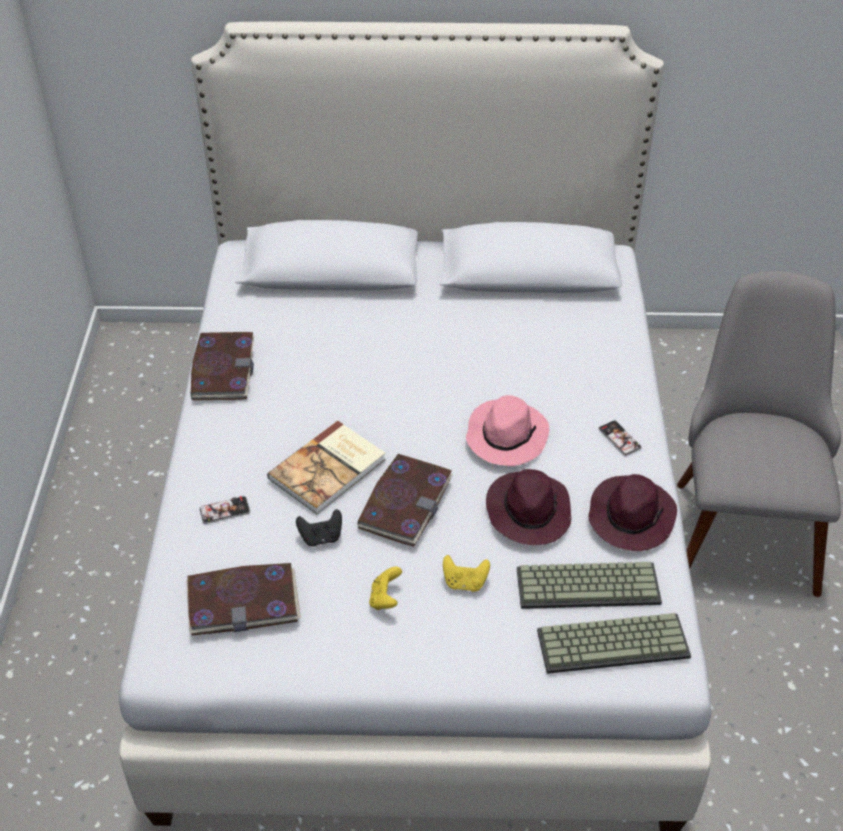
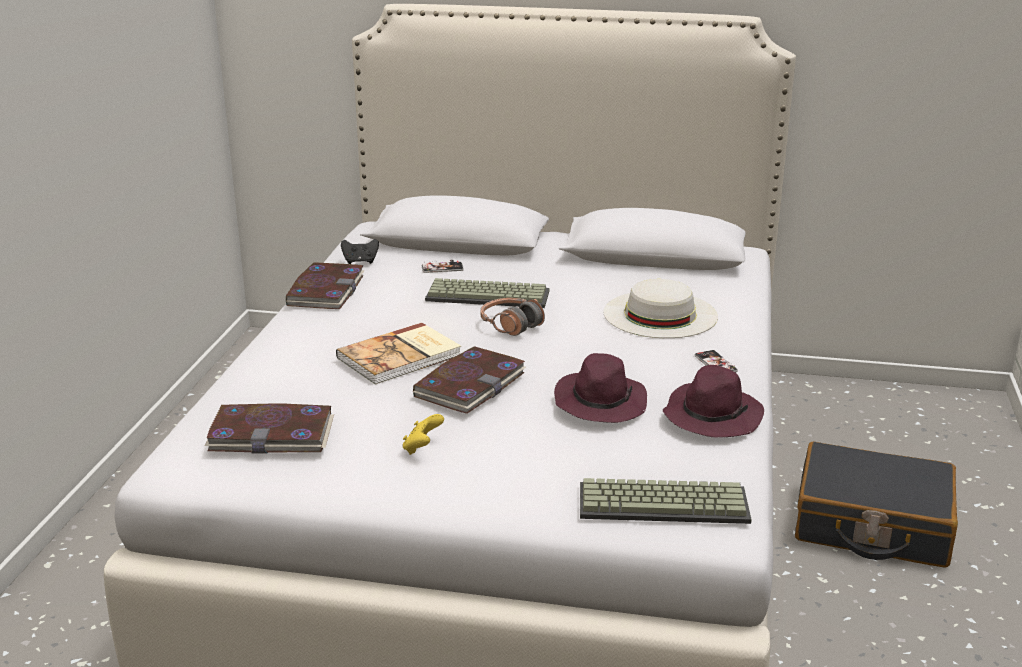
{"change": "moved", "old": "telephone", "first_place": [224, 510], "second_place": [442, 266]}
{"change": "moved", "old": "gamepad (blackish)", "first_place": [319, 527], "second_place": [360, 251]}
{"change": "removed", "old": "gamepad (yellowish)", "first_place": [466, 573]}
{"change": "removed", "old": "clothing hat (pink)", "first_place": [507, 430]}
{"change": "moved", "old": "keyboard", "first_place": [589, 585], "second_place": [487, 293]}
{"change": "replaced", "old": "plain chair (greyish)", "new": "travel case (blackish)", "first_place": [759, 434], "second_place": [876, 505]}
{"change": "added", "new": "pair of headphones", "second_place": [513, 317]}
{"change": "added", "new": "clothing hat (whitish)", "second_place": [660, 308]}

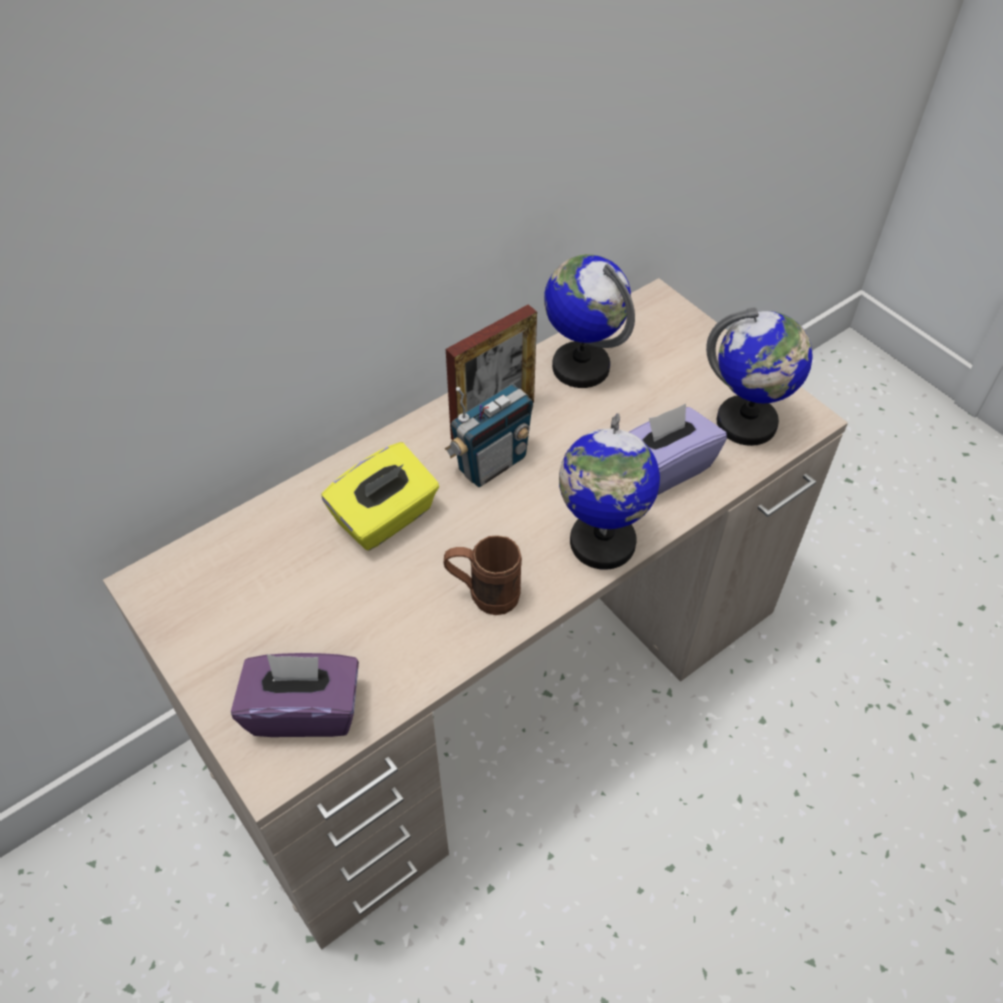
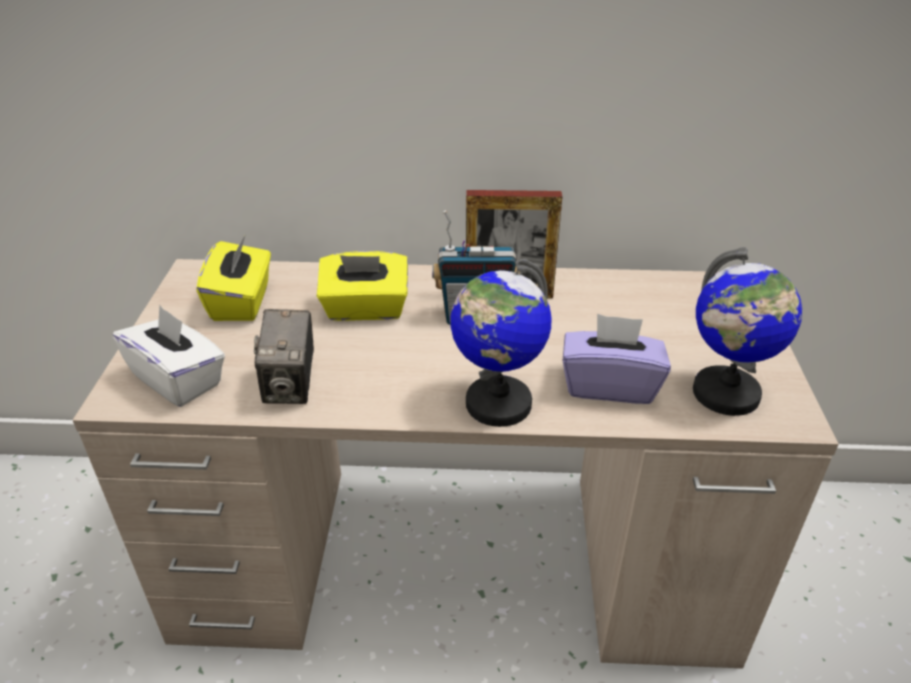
{"change": "recoloured", "old": "tissue holder (purplish)", "new": "tissue holder (whitish)", "first_place": [295, 695], "second_place": [169, 356]}
{"change": "removed", "old": "coffee mug (brownish)", "first_place": [483, 575]}
{"change": "removed", "old": "world globe", "first_place": [589, 321]}
{"change": "added", "new": "tissue holder (yellowish)", "second_place": [233, 278]}
{"change": "added", "new": "photo camera", "second_place": [284, 356]}

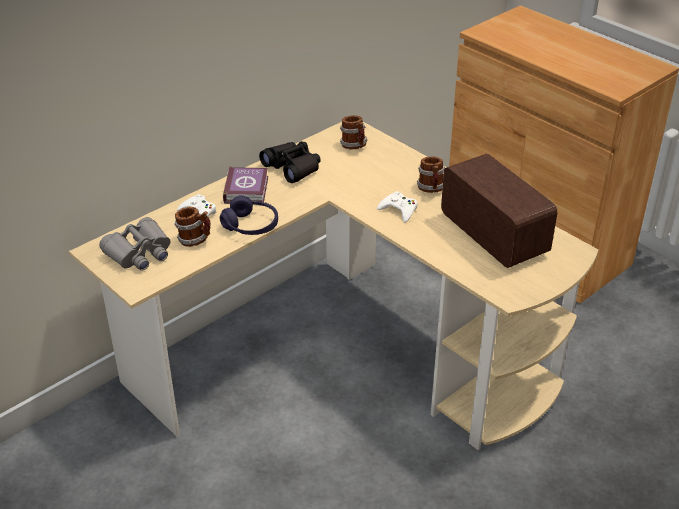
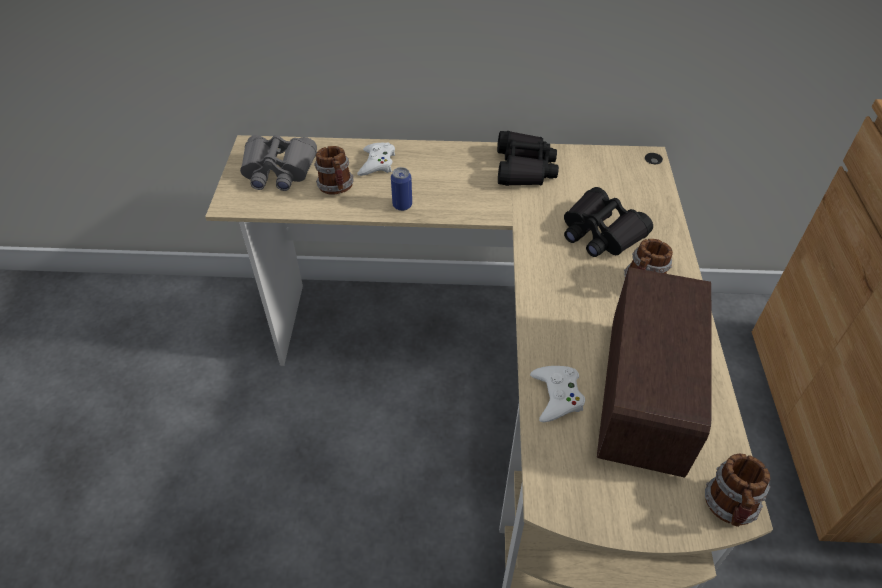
{"change": "replaced", "old": "pair of headphones (purplish)", "new": "can", "first_place": [249, 215], "second_place": [401, 189]}
{"change": "removed", "old": "bound book", "first_place": [245, 185]}
{"change": "moved", "old": "coffee mug", "first_place": [353, 132], "second_place": [737, 490]}
{"change": "moved", "old": "gamepad (whitish)", "first_place": [397, 207], "second_place": [557, 394]}
{"change": "added", "new": "binoculars (blackish)", "second_place": [608, 222]}

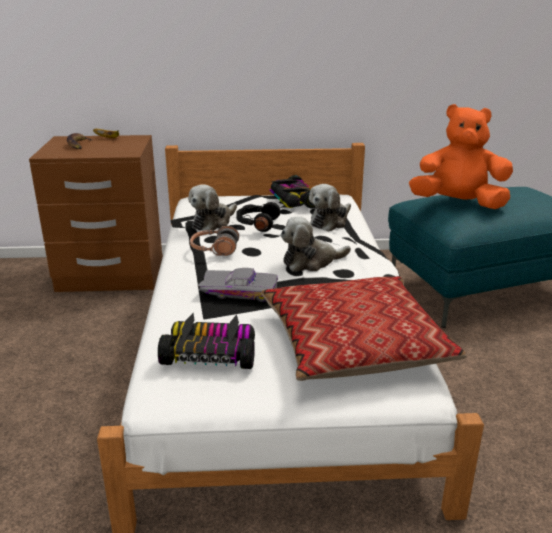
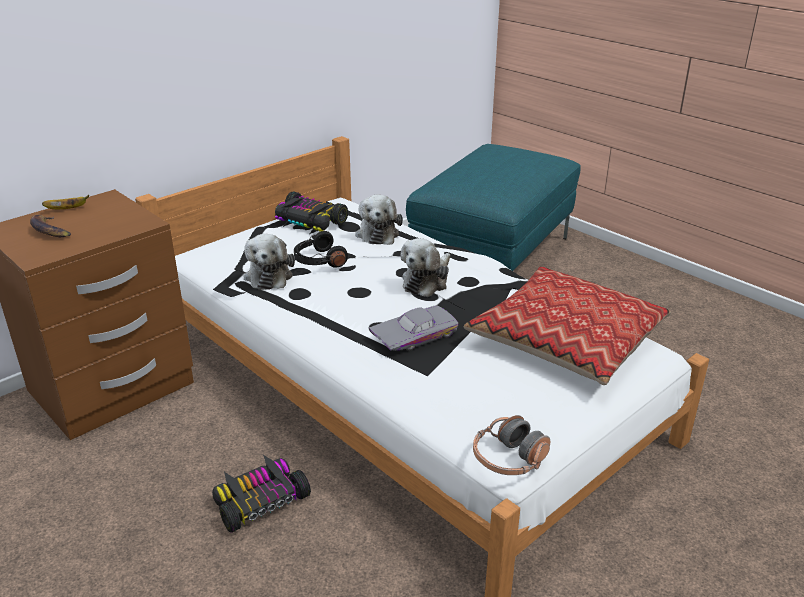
{"change": "moved", "old": "model car", "first_place": [206, 341], "second_place": [261, 494]}
{"change": "moved", "old": "pair of headphones", "first_place": [214, 241], "second_place": [511, 445]}
{"change": "removed", "old": "soft toy (orange-coloured)", "first_place": [461, 156]}

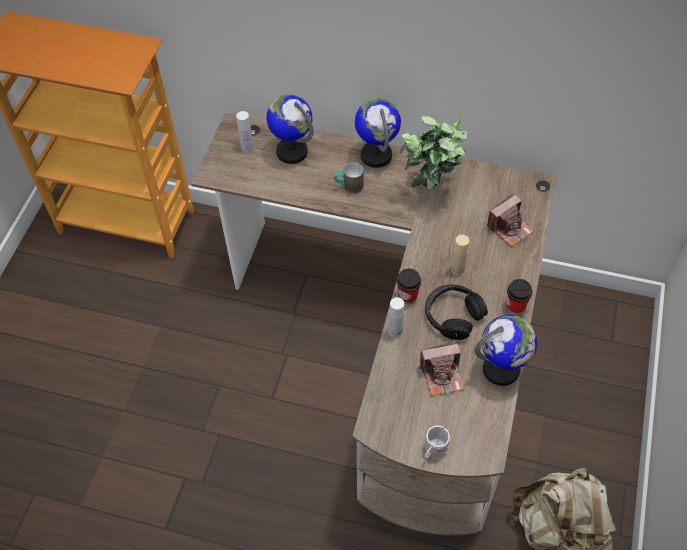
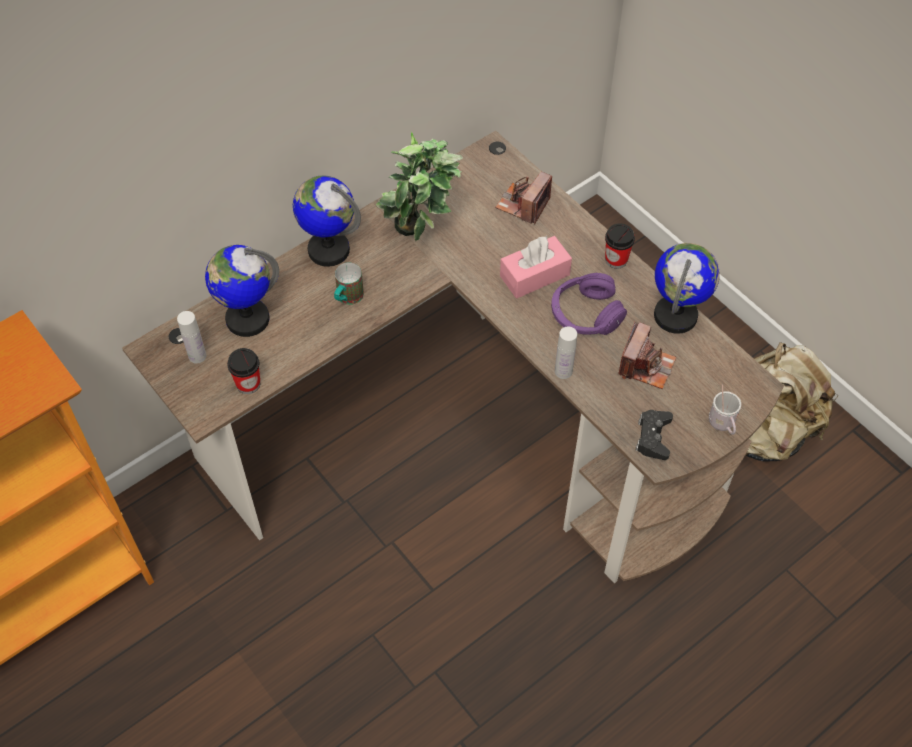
{"change": "moved", "old": "cup", "first_place": [409, 286], "second_place": [243, 371]}
{"change": "recoloured", "old": "pair of headphones (blackish)", "new": "pair of headphones (purplish)", "first_place": [456, 312], "second_place": [589, 304]}
{"change": "replaced", "old": "bottle (sand-coloured)", "new": "tissue holder (pink)", "first_place": [460, 255], "second_place": [536, 267]}
{"change": "turned", "old": "photo camera", "first_place": [510, 220], "second_place": [523, 198], "degrees": -150}
{"change": "added", "new": "gamepad (blackish)", "second_place": [654, 435]}

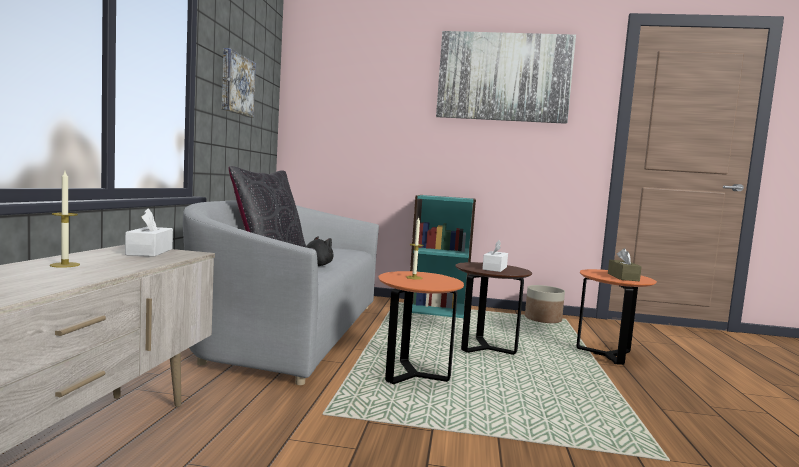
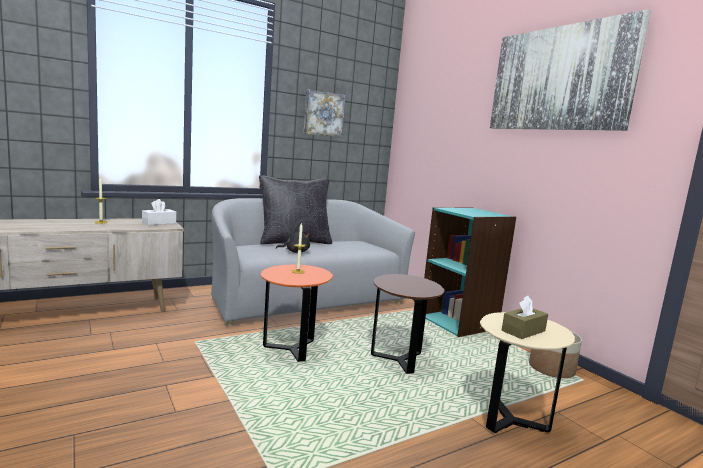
{"change": "removed", "old": "tissue holder (whitish)", "first_place": [495, 256]}
{"change": "recoloured", "old": "accent table (orange-coloured)", "new": "accent table (sand-coloured)", "first_place": [616, 317], "second_place": [527, 372]}

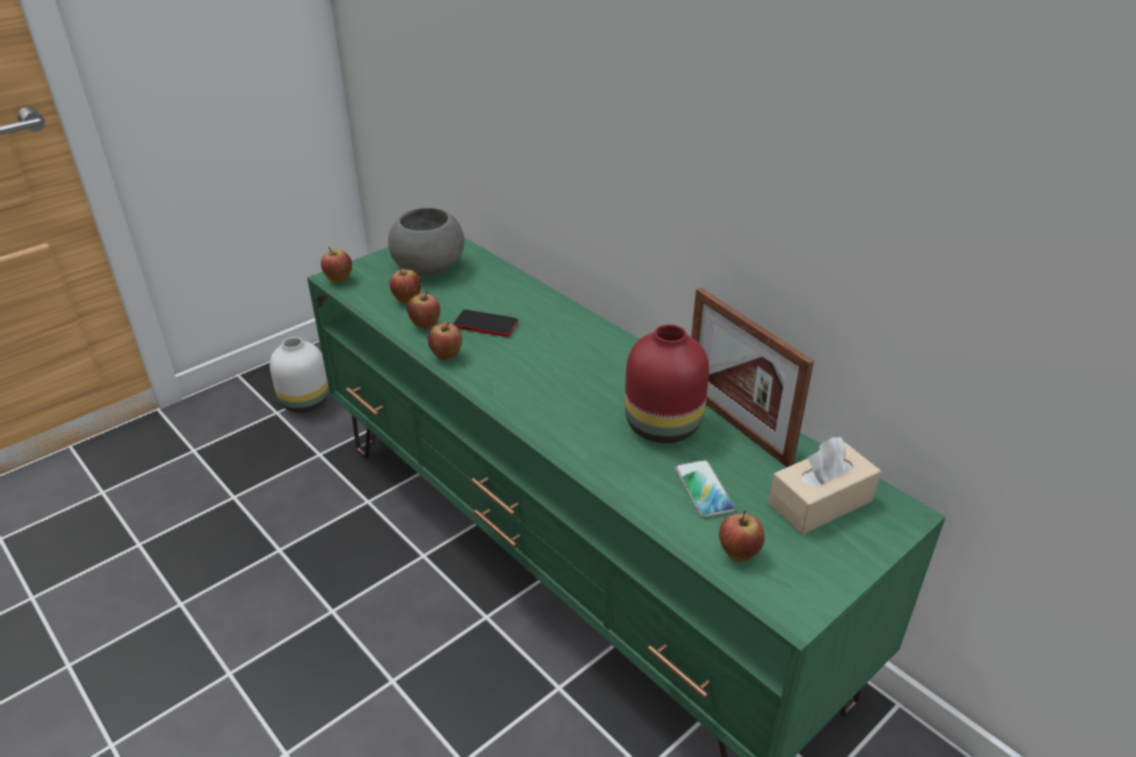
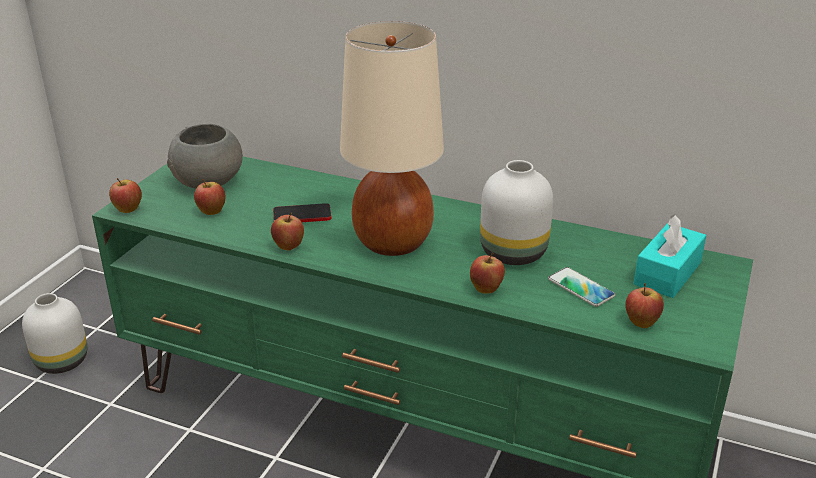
{"change": "moved", "old": "apple", "first_place": [423, 310], "second_place": [487, 273]}
{"change": "recoloured", "old": "vase (red)", "new": "vase (whitish)", "first_place": [667, 383], "second_place": [516, 212]}
{"change": "removed", "old": "picture frame", "first_place": [752, 377]}
{"change": "recoloured", "old": "tissue holder (sand-coloured)", "new": "tissue holder (turquoise-coloured)", "first_place": [824, 486], "second_place": [669, 256]}
{"change": "added", "new": "tabletop lamp (sand-coloured)", "second_place": [392, 138]}

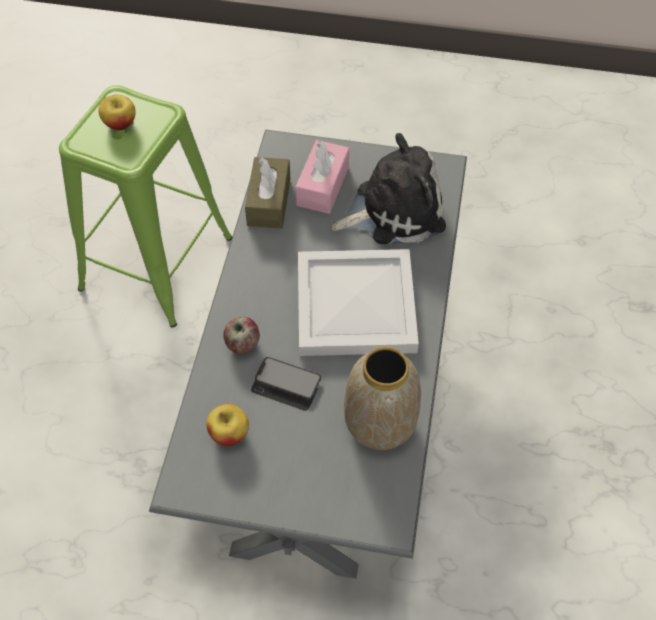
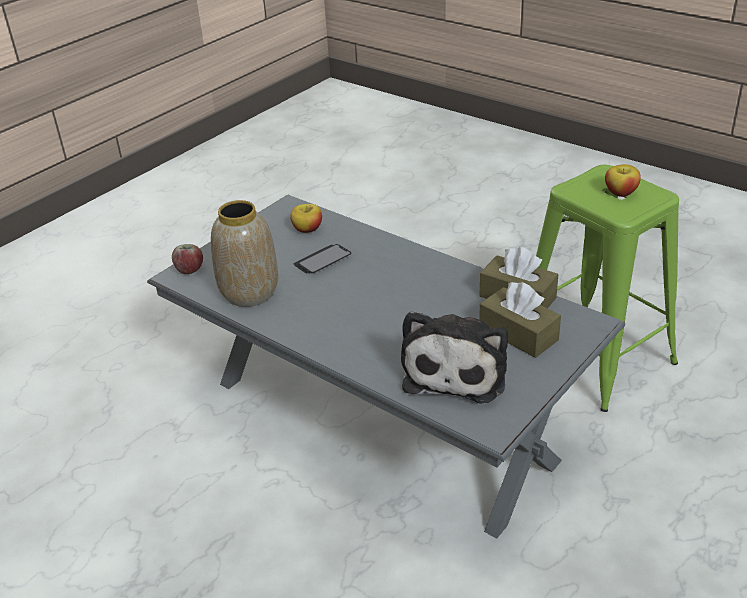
{"change": "moved", "old": "apple", "first_place": [241, 335], "second_place": [187, 259]}
{"change": "recoloured", "old": "tissue holder (pink)", "new": "tissue holder (brownish)", "first_place": [322, 177], "second_place": [520, 320]}
{"change": "removed", "old": "carrying tray (whitish)", "first_place": [358, 302]}

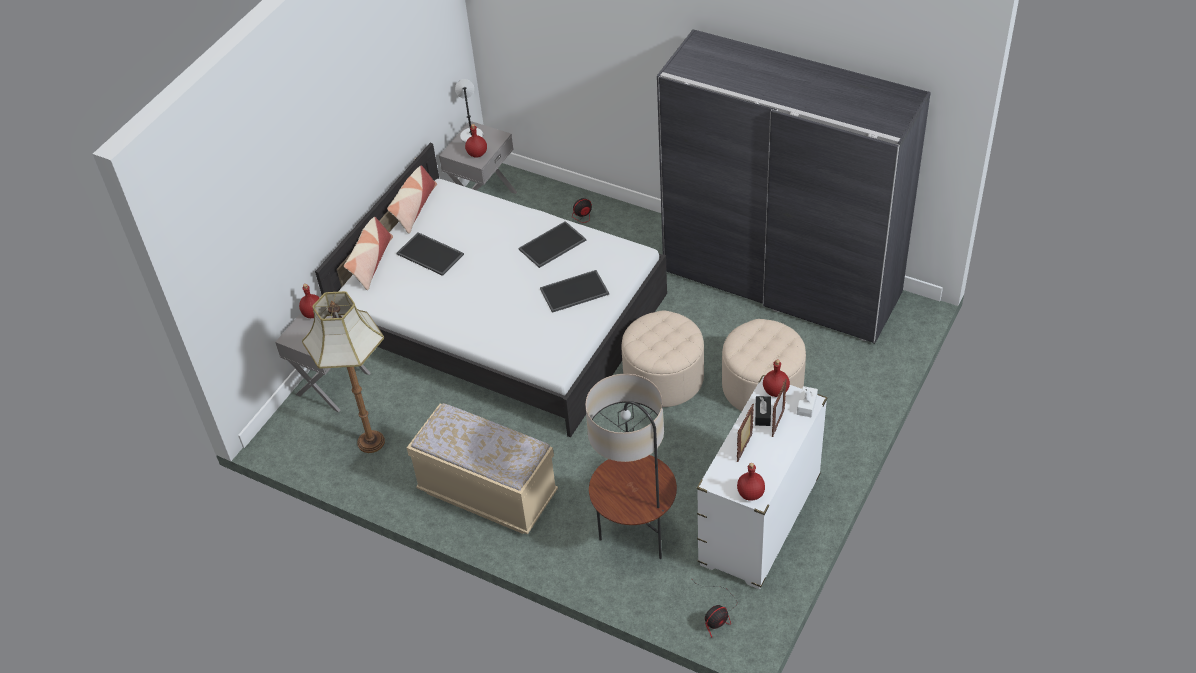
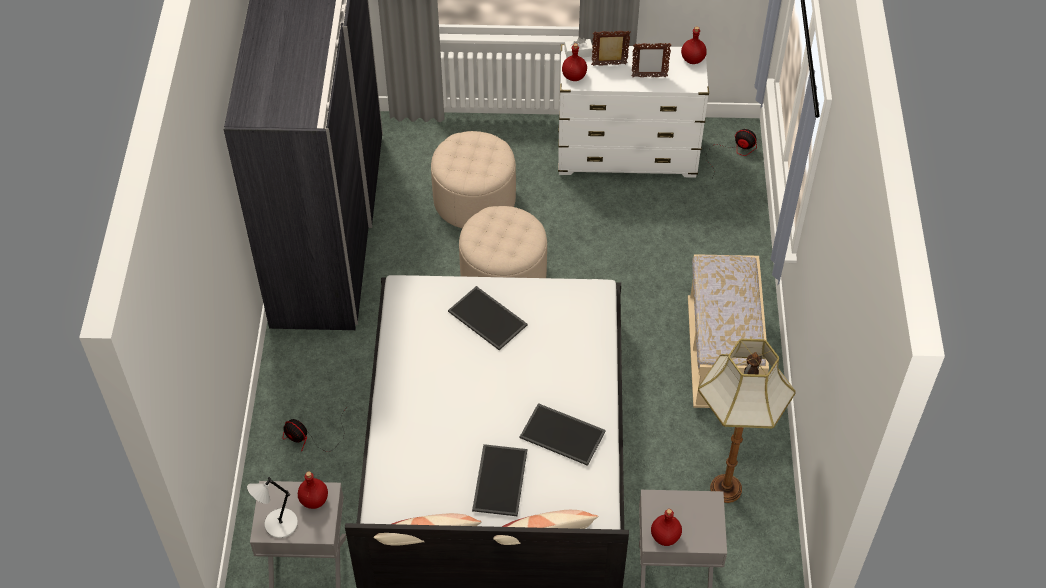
{"change": "moved", "old": "carrying tray", "first_place": [552, 244], "second_place": [563, 434]}
{"change": "removed", "old": "standing lamp", "first_place": [631, 466]}
{"change": "removed", "old": "tissue holder (blackish)", "first_place": [763, 411]}

